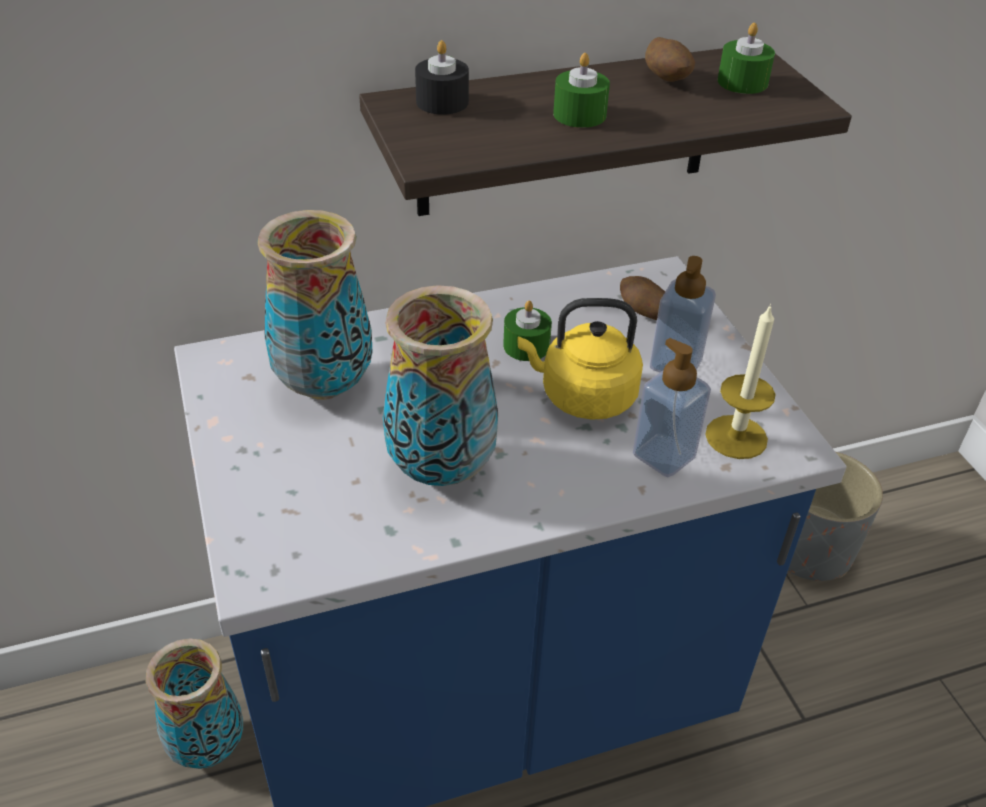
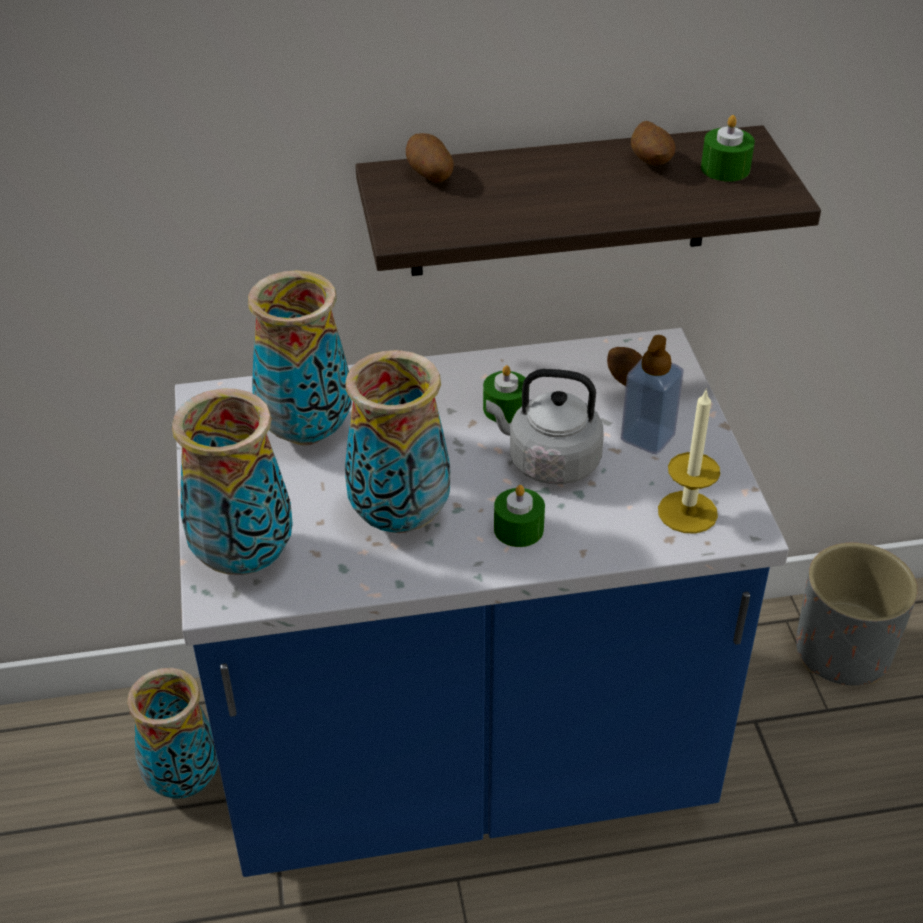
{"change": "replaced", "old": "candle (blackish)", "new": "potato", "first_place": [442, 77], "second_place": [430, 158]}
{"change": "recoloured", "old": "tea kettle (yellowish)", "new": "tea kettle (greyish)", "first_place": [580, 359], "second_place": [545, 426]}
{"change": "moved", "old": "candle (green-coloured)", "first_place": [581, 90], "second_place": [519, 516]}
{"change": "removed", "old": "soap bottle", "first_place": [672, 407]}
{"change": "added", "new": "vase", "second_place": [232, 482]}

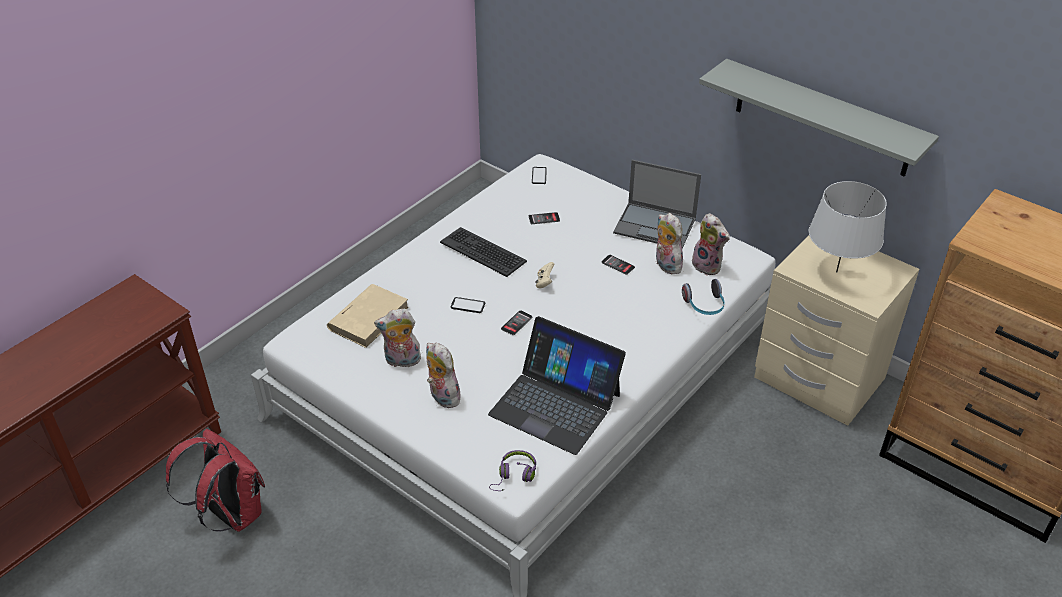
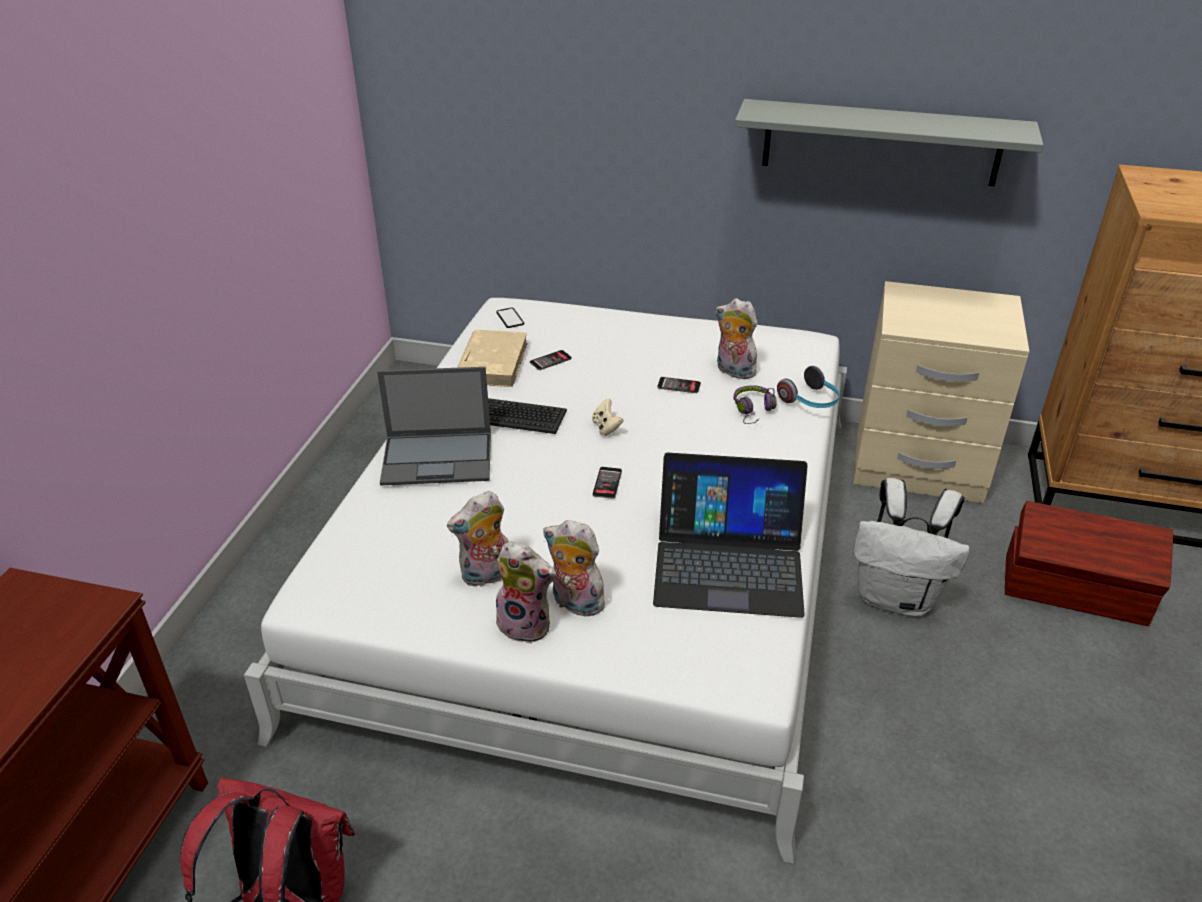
{"change": "moved", "old": "bound book (sand-coloured)", "first_place": [368, 316], "second_place": [492, 358]}
{"change": "removed", "old": "telephone", "first_place": [467, 305]}
{"change": "moved", "old": "pair of headphones (purplish)", "first_place": [512, 470], "second_place": [755, 404]}
{"change": "moved", "old": "laptop", "first_place": [657, 204], "second_place": [434, 426]}
{"change": "moved", "old": "soft toy", "first_place": [711, 244], "second_place": [526, 592]}
{"change": "removed", "old": "tabletop lamp (greyish)", "first_place": [848, 226]}
{"change": "added", "new": "rucksack (whitish)", "second_place": [911, 547]}
{"change": "added", "new": "storage box (brownish)", "second_place": [1089, 563]}

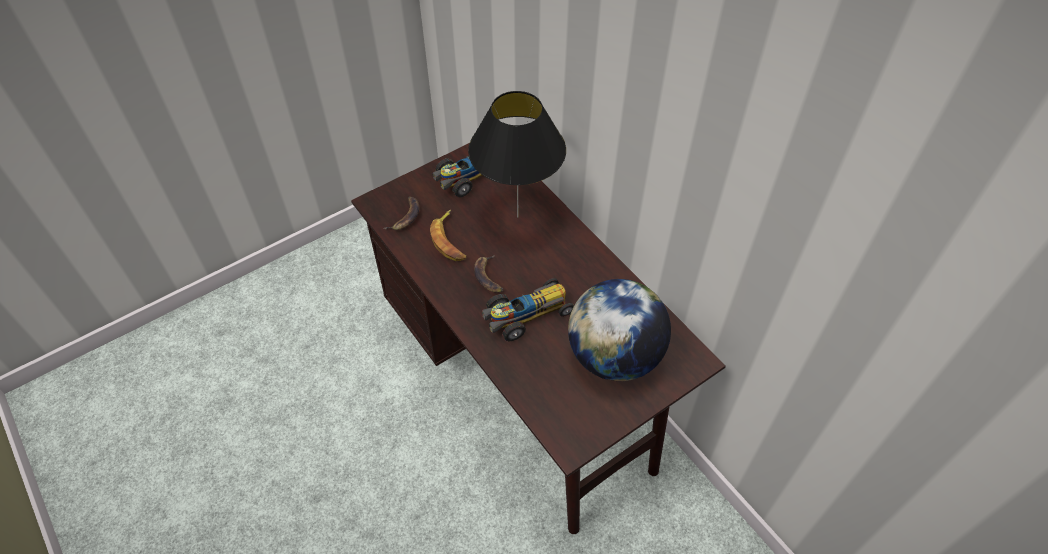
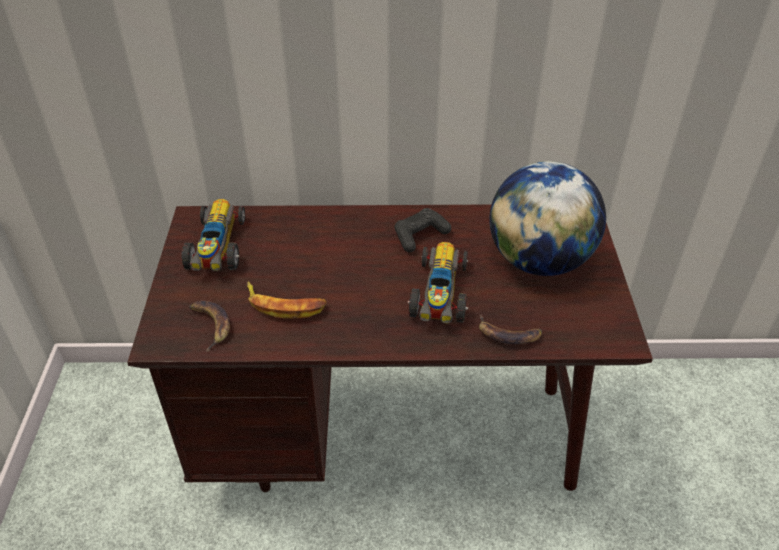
{"change": "removed", "old": "tabletop lamp (blackish)", "first_place": [517, 154]}
{"change": "moved", "old": "whole banana", "first_place": [488, 273], "second_place": [510, 329]}
{"change": "added", "new": "gamepad (blackish)", "second_place": [423, 230]}

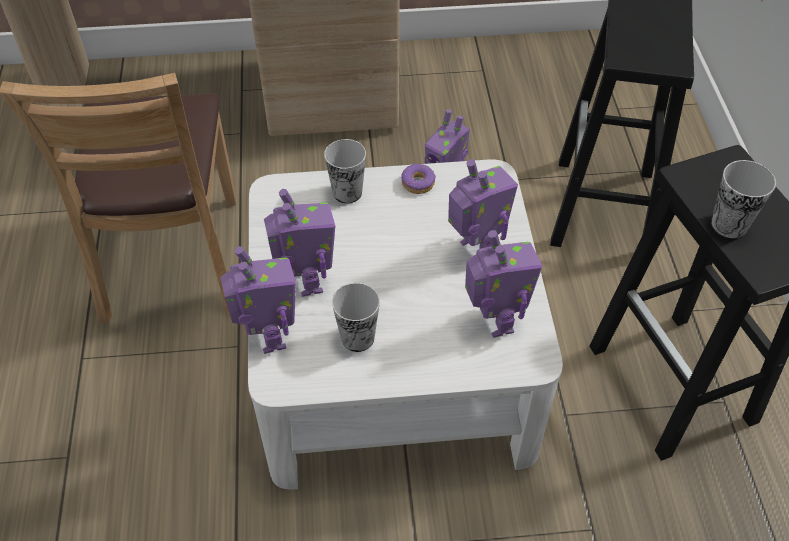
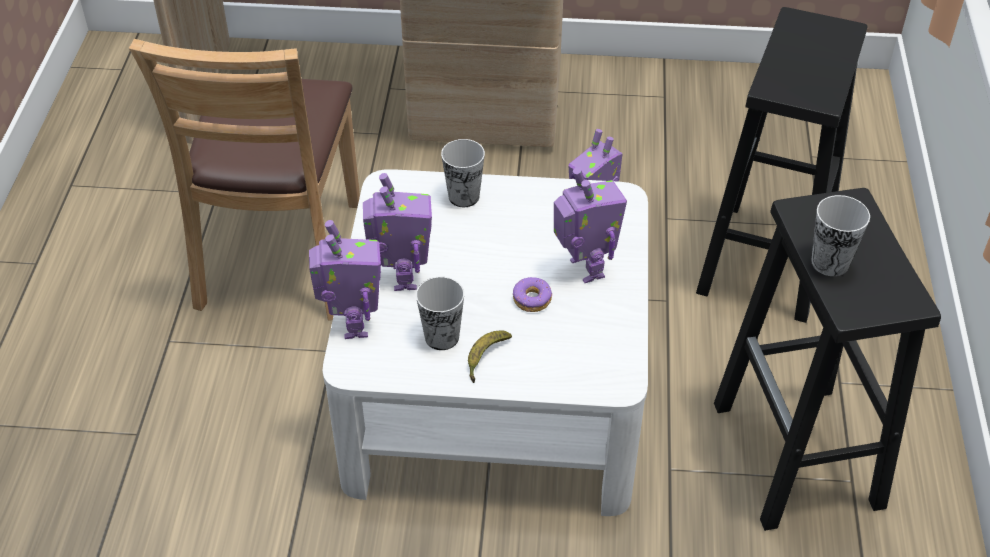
{"change": "moved", "old": "ring doughnut", "first_place": [418, 179], "second_place": [533, 294]}
{"change": "removed", "old": "model robot", "first_place": [503, 284]}
{"change": "added", "new": "whole banana", "second_place": [490, 356]}

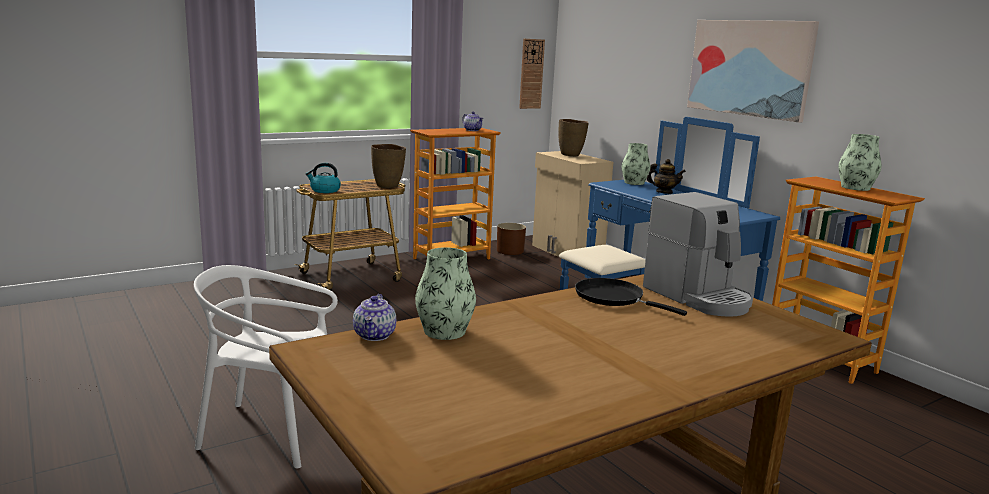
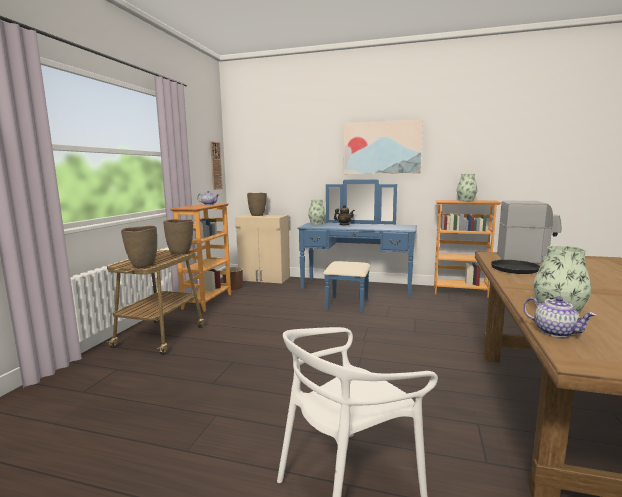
{"change": "replaced", "old": "tea kettle", "new": "vase (brownish)", "first_place": [323, 178], "second_place": [139, 246]}

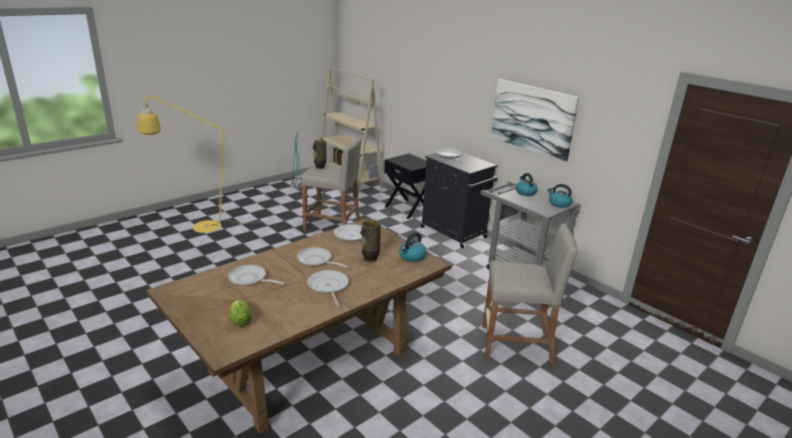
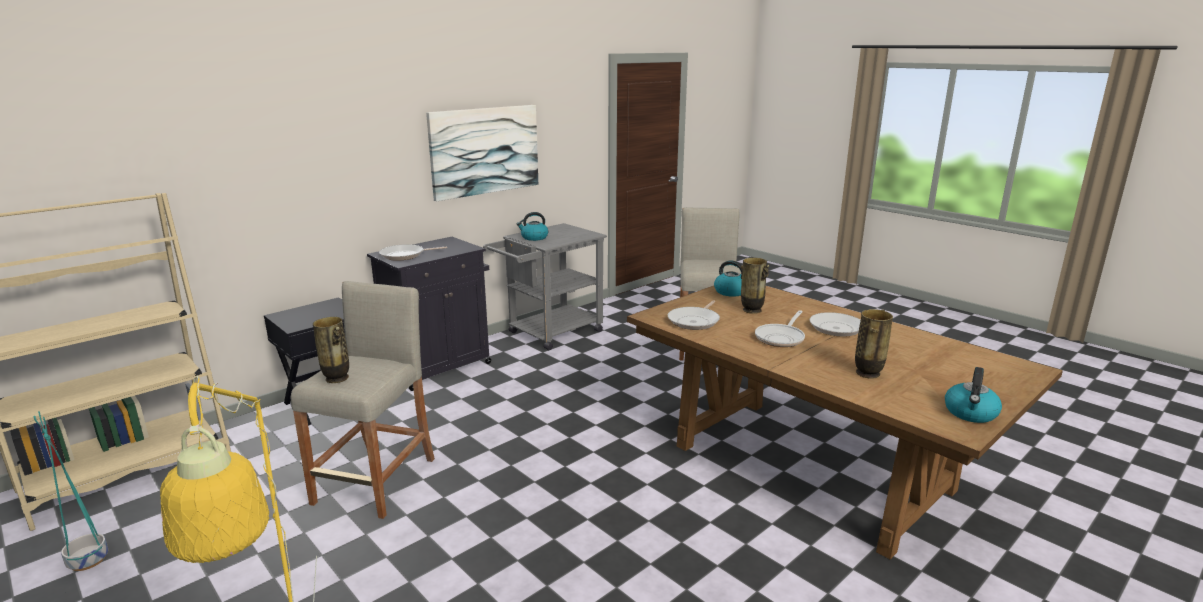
{"change": "replaced", "old": "pan", "new": "vase", "first_place": [256, 275], "second_place": [874, 344]}
{"change": "removed", "old": "lettuce head", "first_place": [240, 313]}
{"change": "moved", "old": "tea kettle", "first_place": [560, 196], "second_place": [973, 395]}

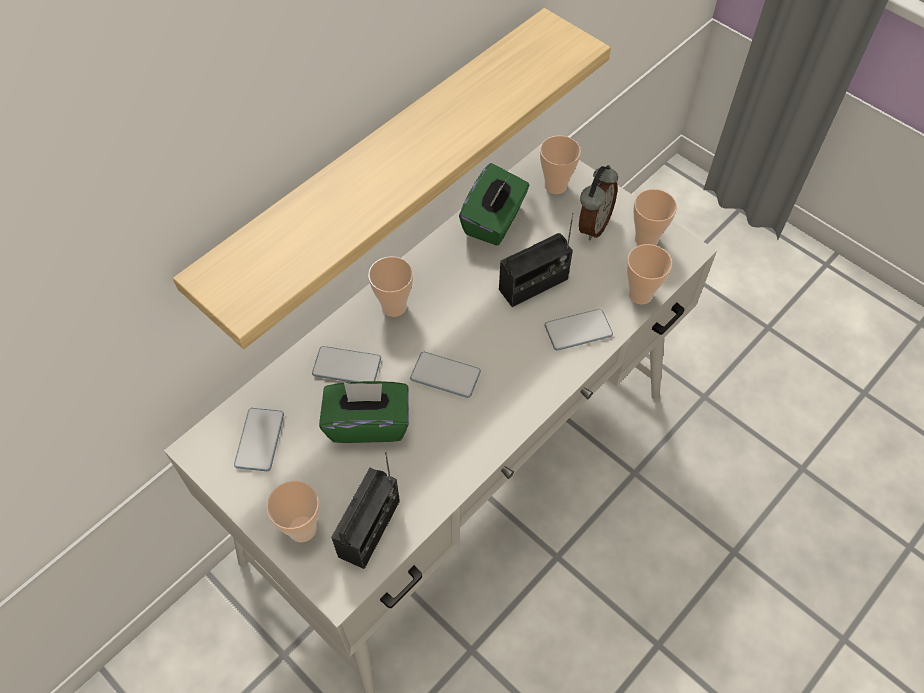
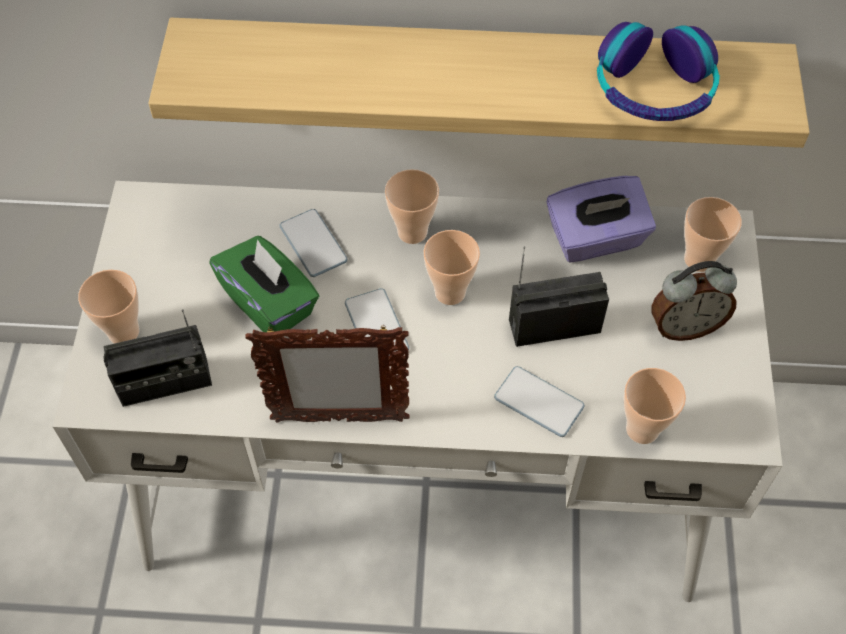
{"change": "removed", "old": "telephone", "first_place": [259, 439]}
{"change": "recoloured", "old": "tissue holder (green-coloured)", "new": "tissue holder (purplish)", "first_place": [494, 204], "second_place": [601, 219]}
{"change": "turned", "old": "radio receiver", "first_place": [536, 260], "second_place": [559, 297], "degrees": 150}
{"change": "moved", "old": "cup", "first_place": [655, 217], "second_place": [451, 267]}
{"change": "added", "new": "picture frame", "second_place": [327, 373]}
{"change": "added", "new": "pair of headphones", "second_place": [658, 71]}

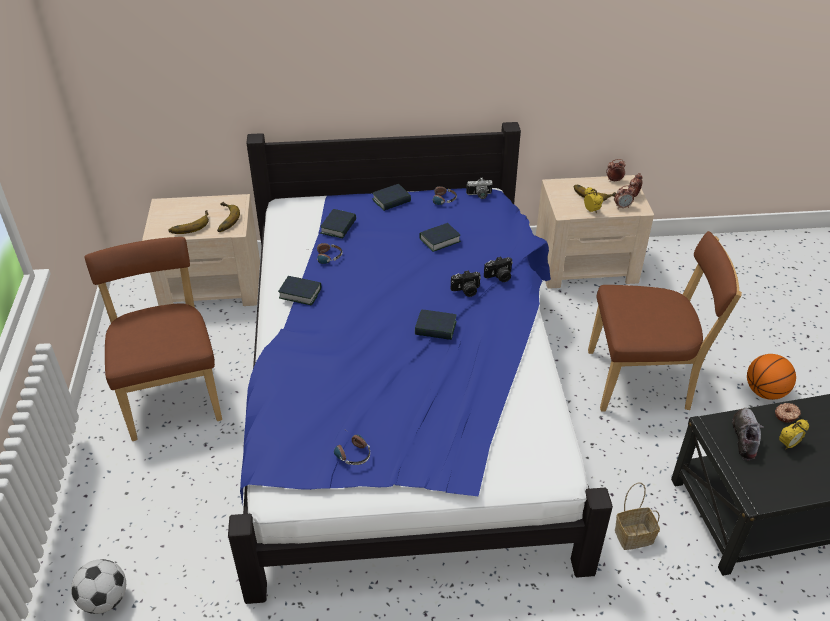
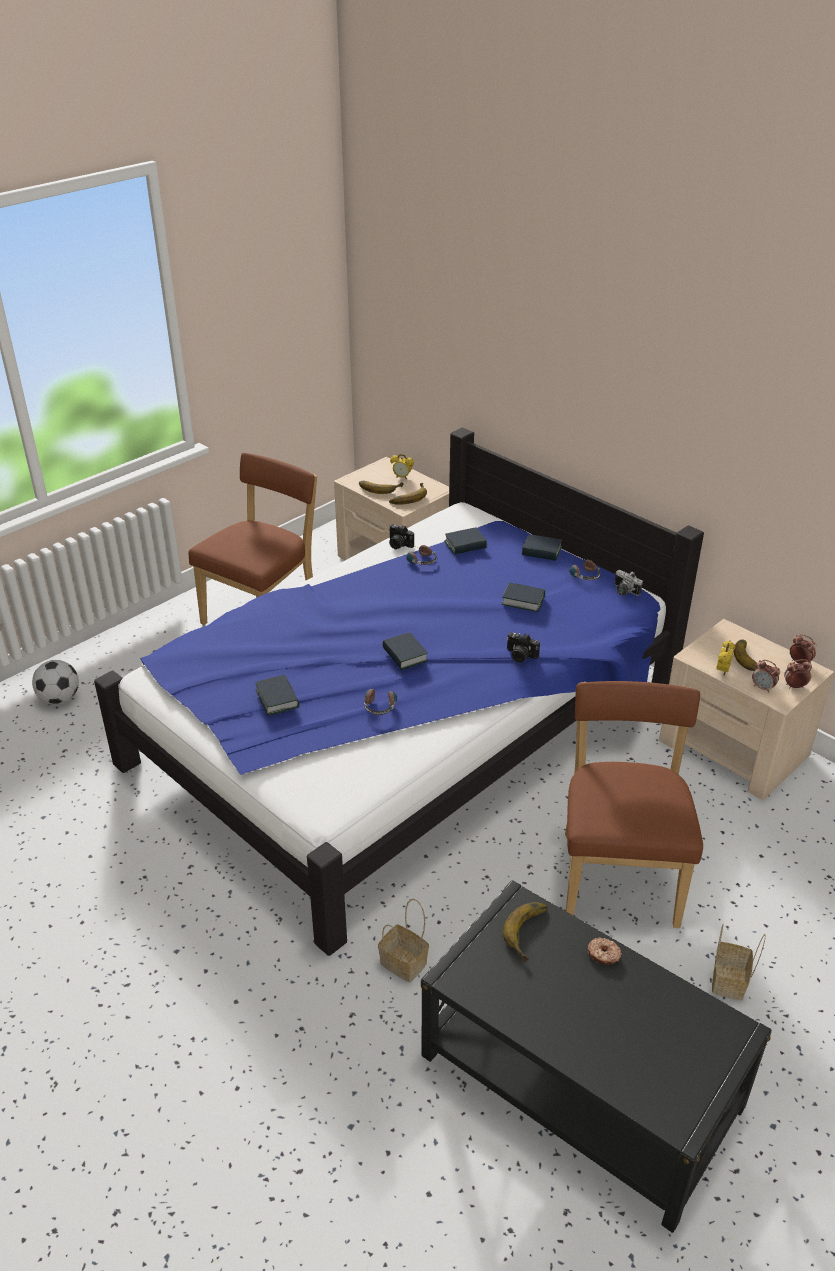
{"change": "moved", "old": "bound book", "first_place": [299, 291], "second_place": [277, 695]}
{"change": "moved", "old": "pair of headphones", "first_place": [352, 449], "second_place": [380, 702]}
{"change": "moved", "old": "photo camera", "first_place": [466, 283], "second_place": [401, 536]}
{"change": "turned", "old": "plain chair (brownish)", "first_place": [665, 321], "second_place": [634, 804], "degrees": -135}
{"change": "replaced", "old": "item of footwear", "new": "whole banana", "first_place": [748, 434], "second_place": [525, 932]}
{"change": "replaced", "old": "basketball", "new": "household basket", "first_place": [771, 377], "second_place": [739, 962]}
{"change": "moved", "old": "bedside clock", "first_place": [794, 434], "second_place": [402, 466]}

